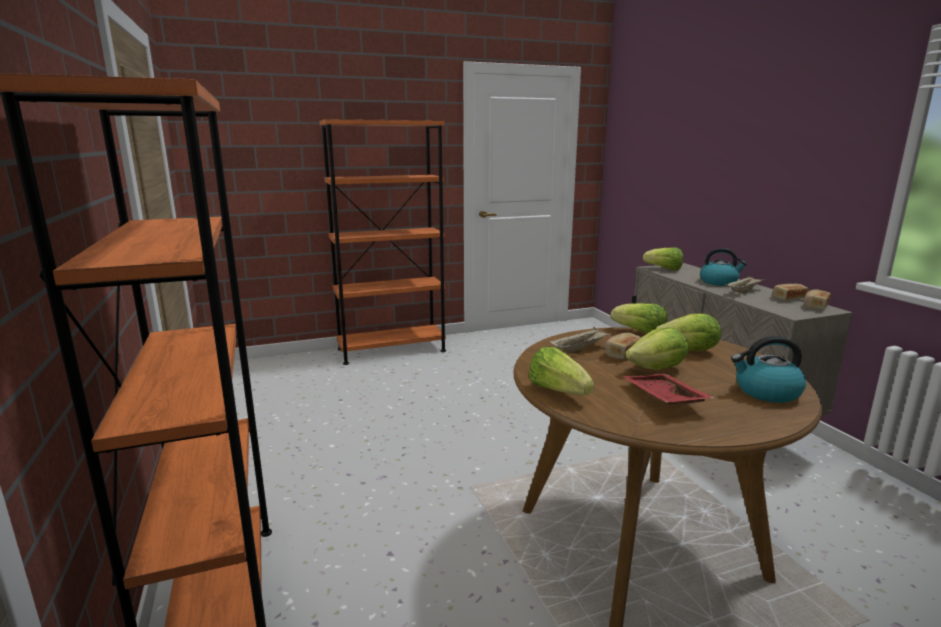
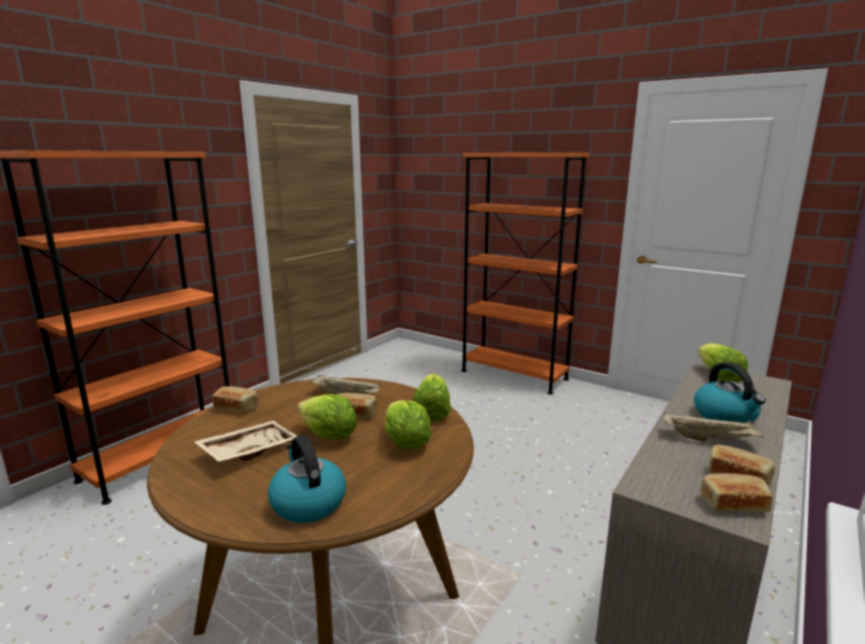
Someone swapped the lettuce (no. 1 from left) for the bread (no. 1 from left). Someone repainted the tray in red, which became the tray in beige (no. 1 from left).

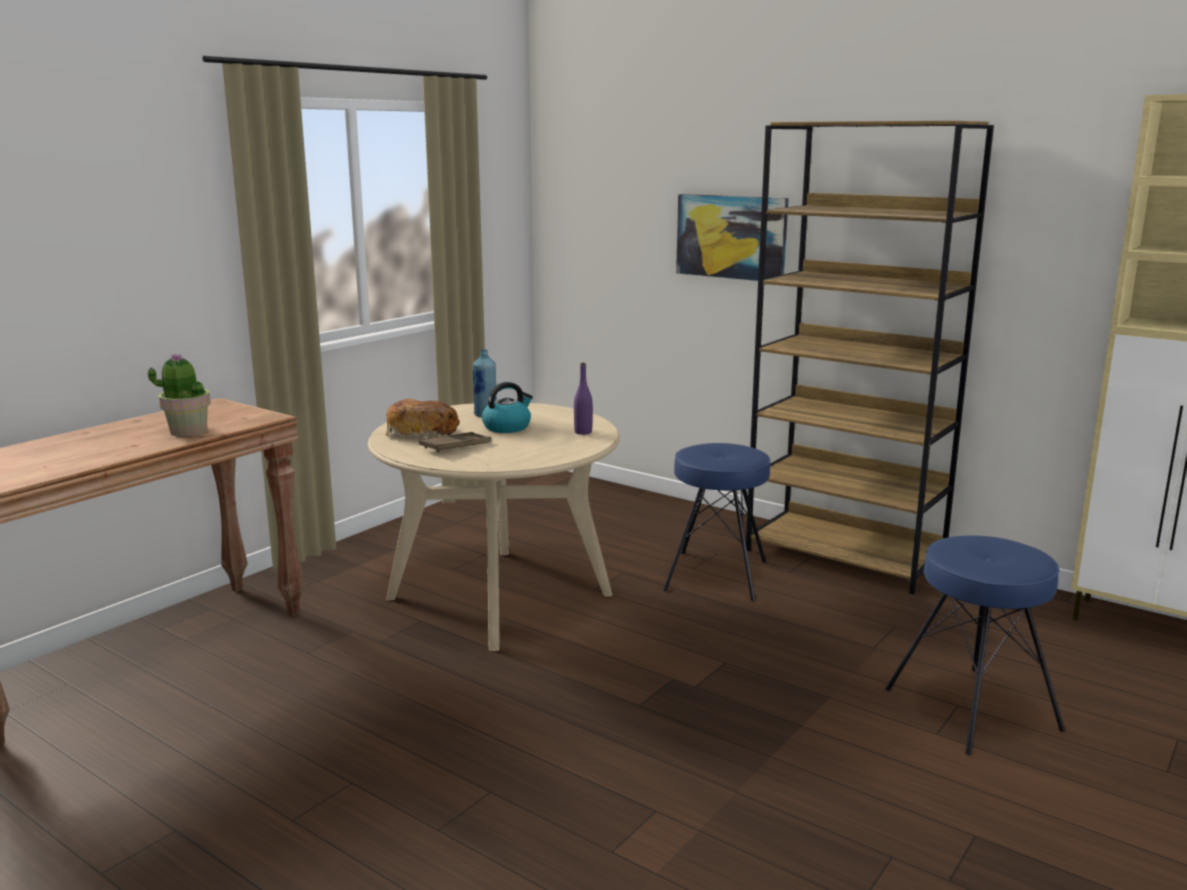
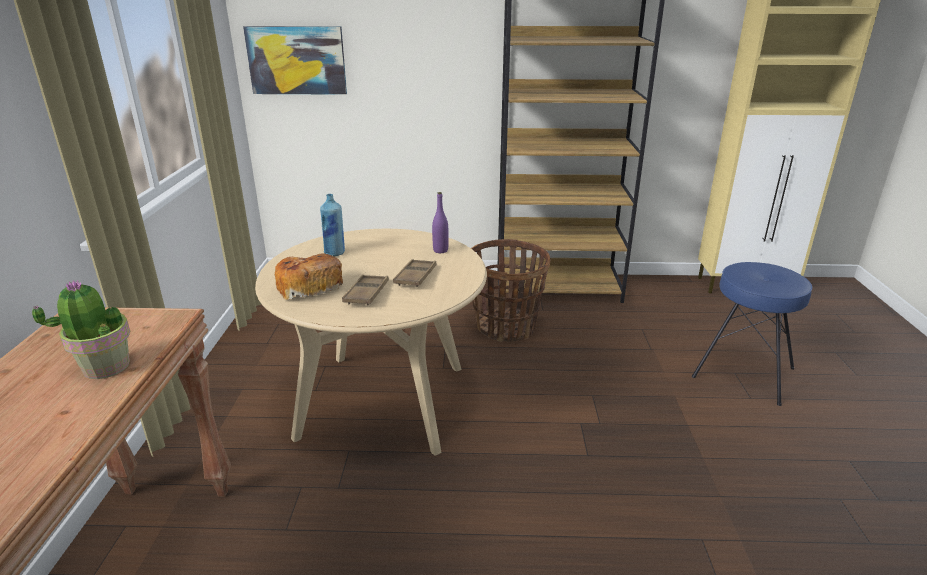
Someone took away the kettle. Someone put down the tray in brown (no. 2 from left). Someone carried the picture. Someone swapped the stool in blue (no. 1 from left) for the basket.

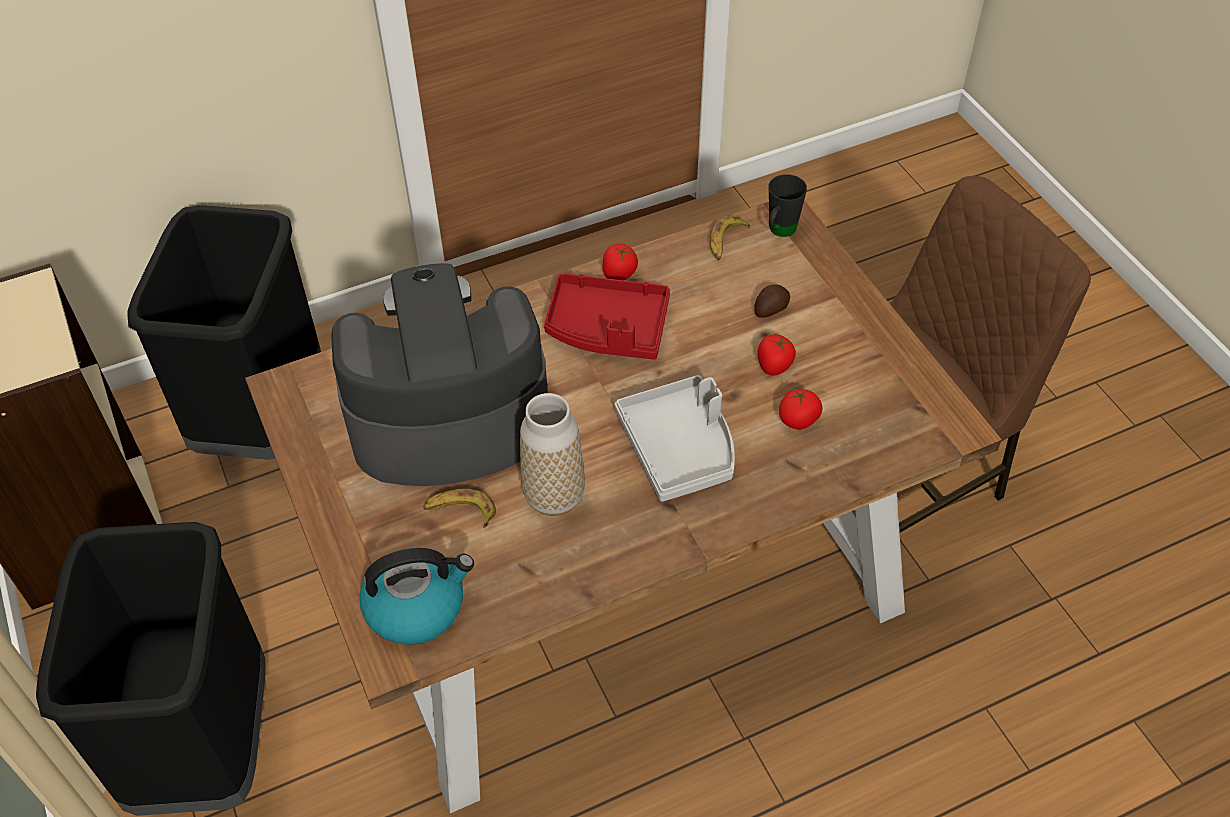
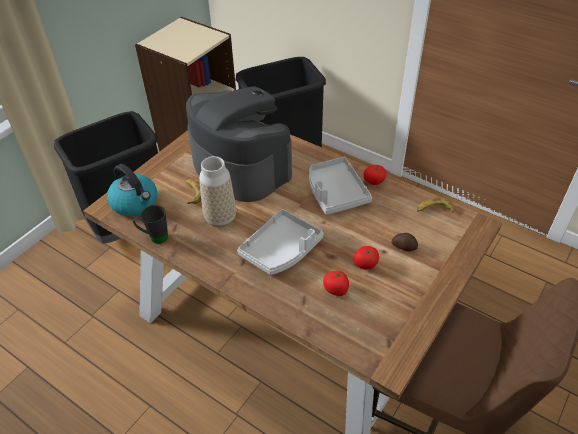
Someone carried the mug in black. Someone repainted the tray in red, which became the tray in grey (no. 2 from left).

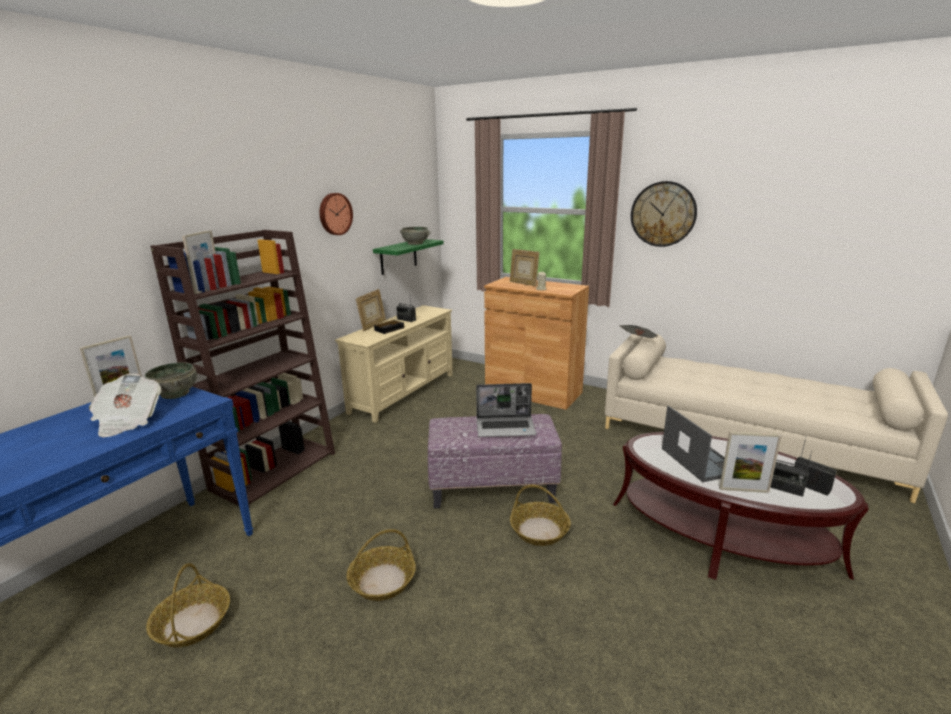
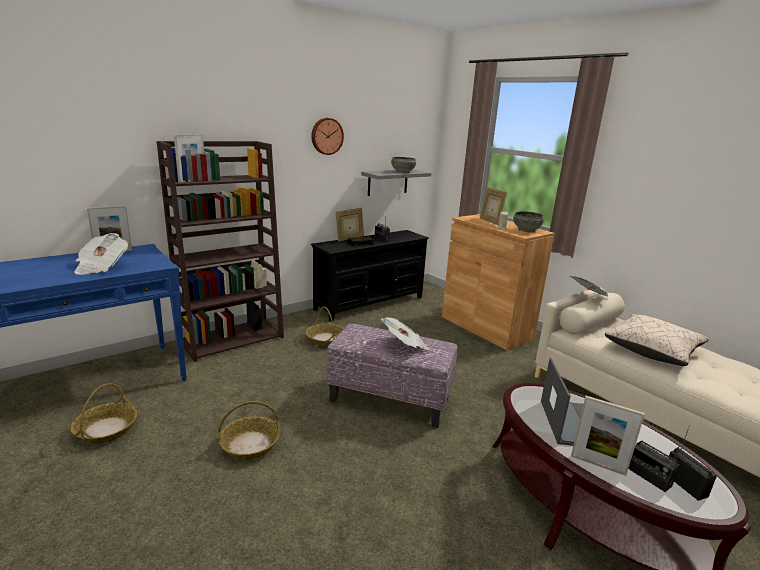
Someone took away the wall clock (no. 2 from left). Someone put down the pillow in beige. Someone carried the bowl in grey (no. 1 from left in the first image). Someone carried the basket (no. 3 from left). Someone swapped the laptop (no. 1 from left) for the newspaper (no. 2 from left). Someone repainted the tv stand in beige, which became the tv stand in black. Someone repainted the shelf in green, which became the shelf in grey.

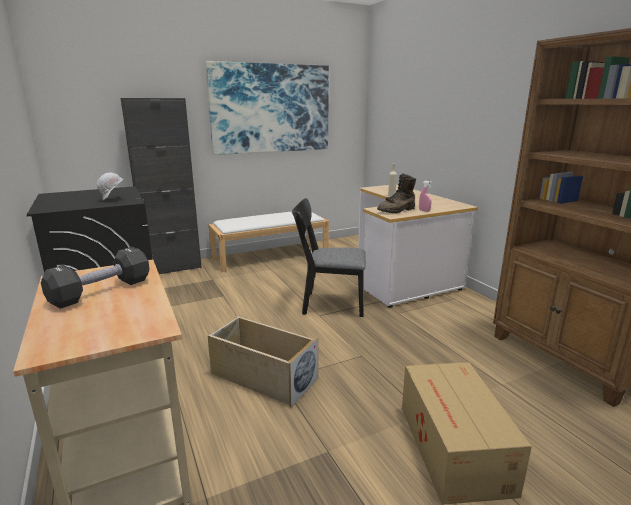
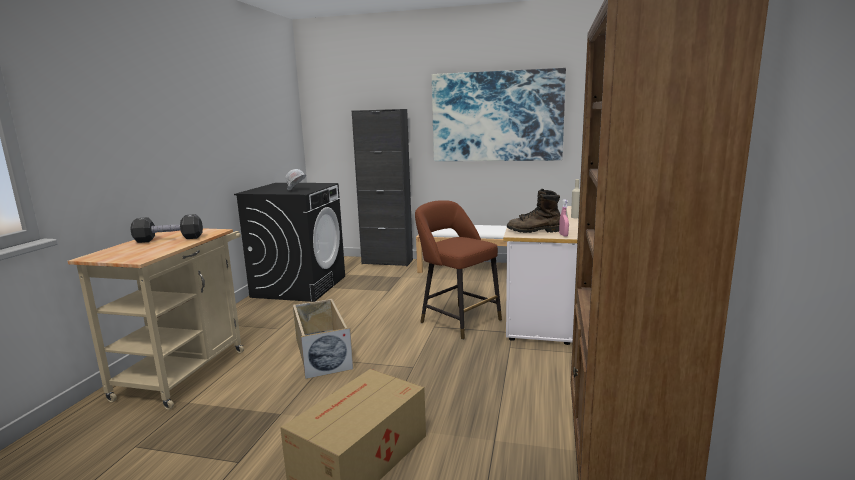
Someone swapped the chair in black for the stool in brown.

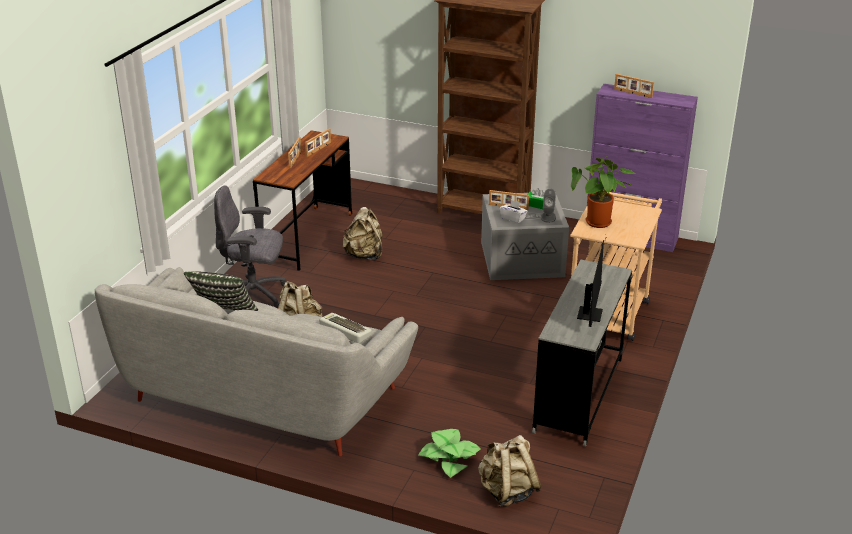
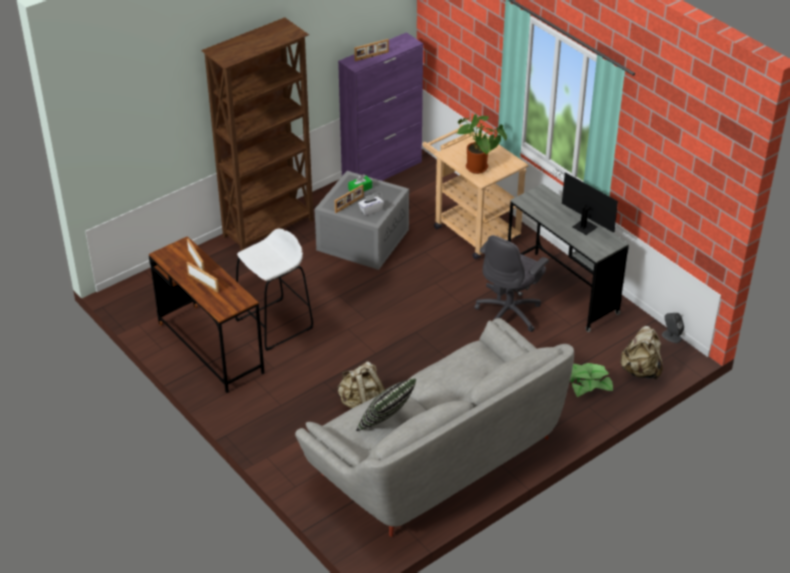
Someone took away the keyboard. Someone carried the office chair in grey. Someone carried the speaker in grey. Someone swapped the backpack in beige (no. 2 from left) for the stool in white.

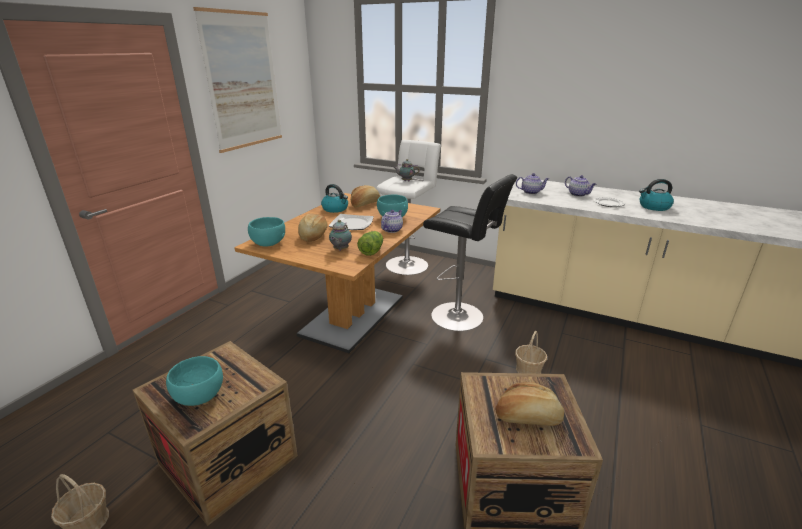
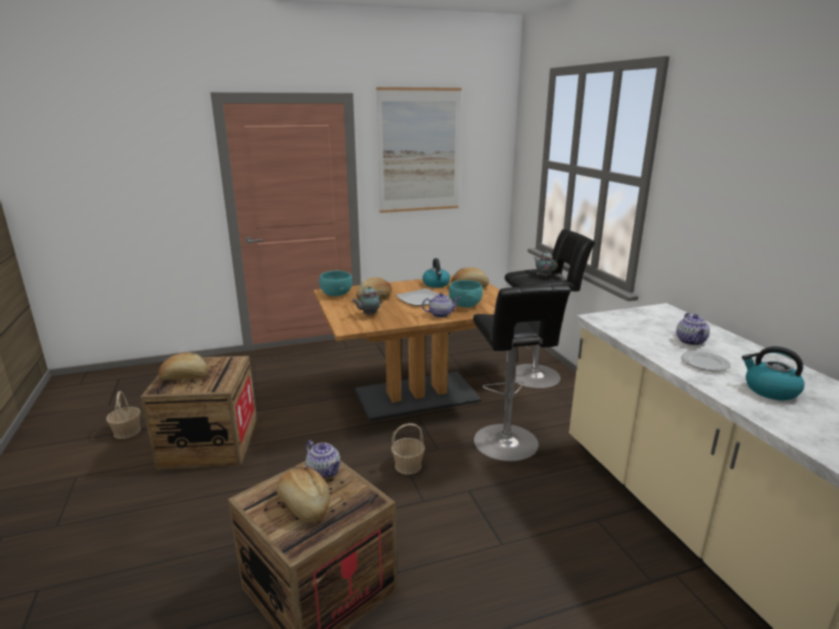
Someone took away the lettuce. Someone carried the basket (no. 2 from left). Someone carried the teapot (no. 4 from left in the first image). Someone swapped the bowl in turquoise (no. 1 from left) for the bread (no. 1 from left). Someone repainted the stool in white, which became the stool in black (no. 2 from left).

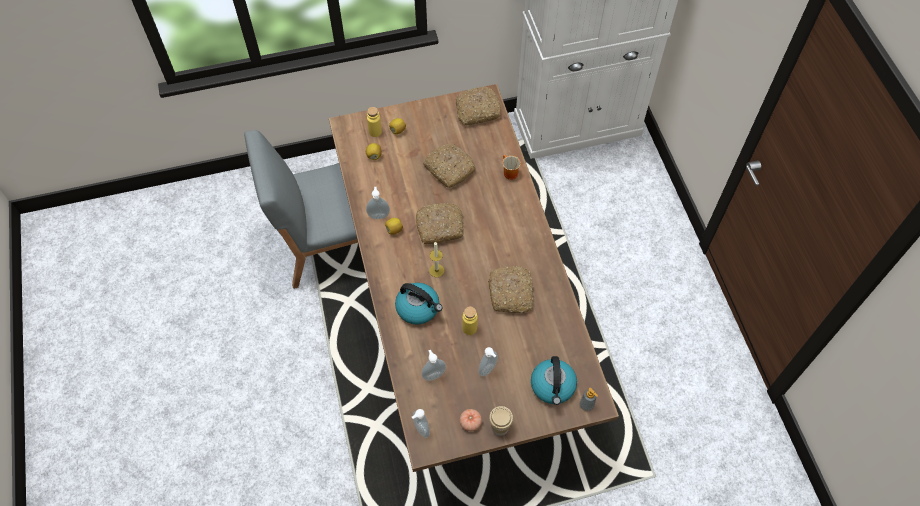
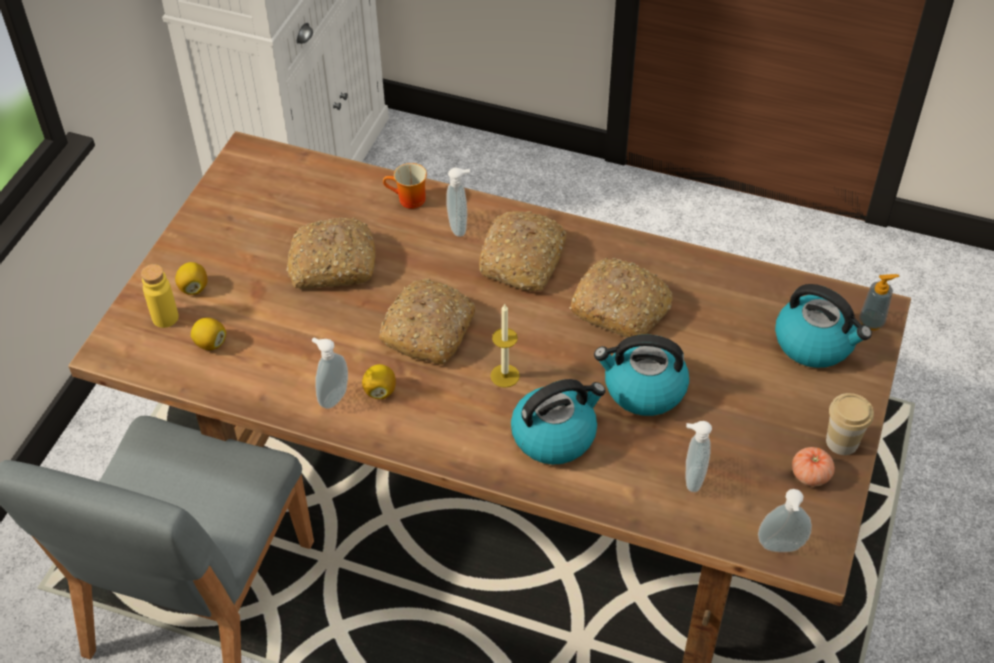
Someone carried the bread (no. 3 from left). Someone carried the soap dispenser (no. 4 from left in the first image). Someone swapped the bottle in yellow (no. 2 from left) for the kettle (no. 2 from left).

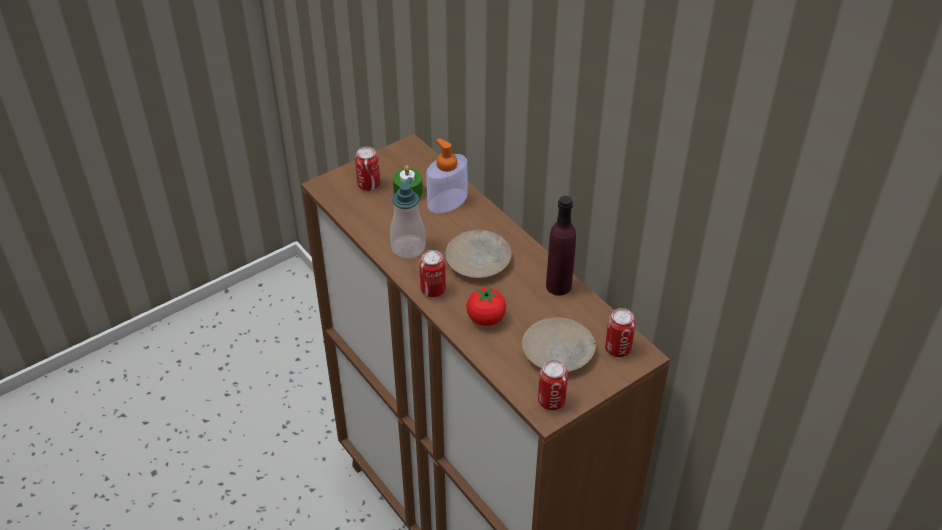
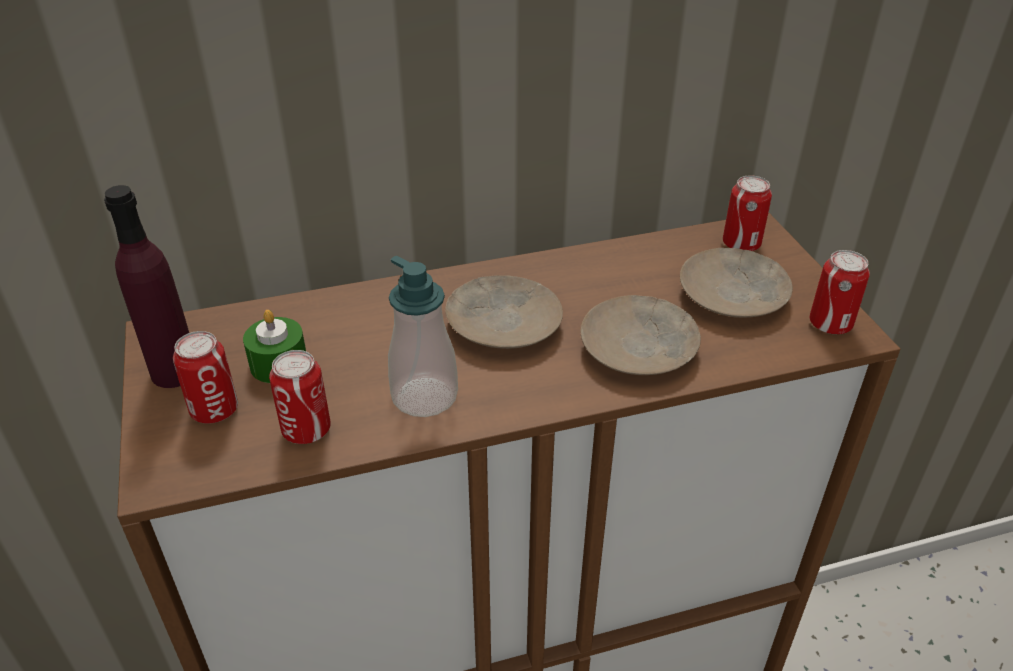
Someone took away the soap dispenser (no. 2 from left). Someone carried the can (no. 2 from left). Someone carried the bottle in purple. Someone swapped the tomato for the plate in beige (no. 2 from left).

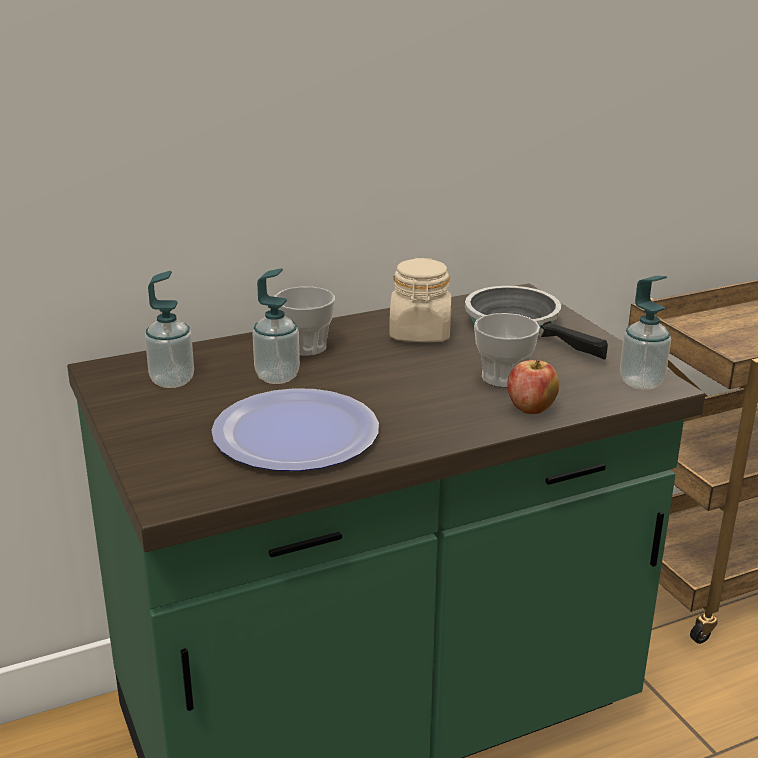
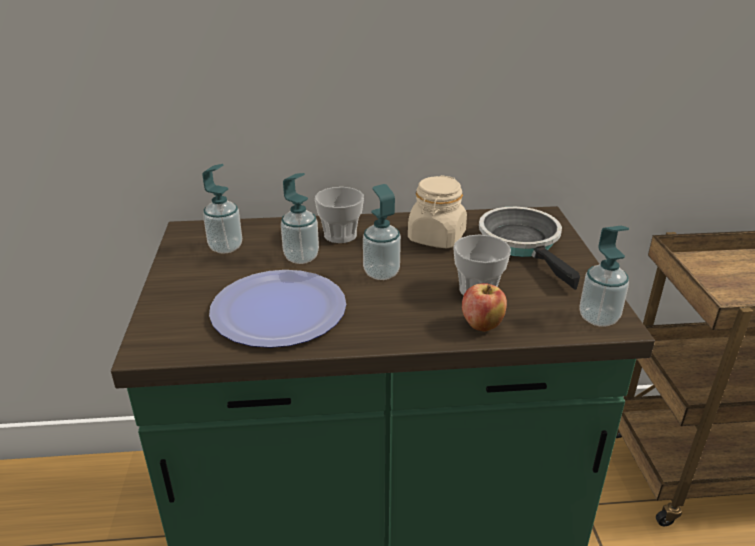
Someone put down the soap dispenser (no. 3 from left).

